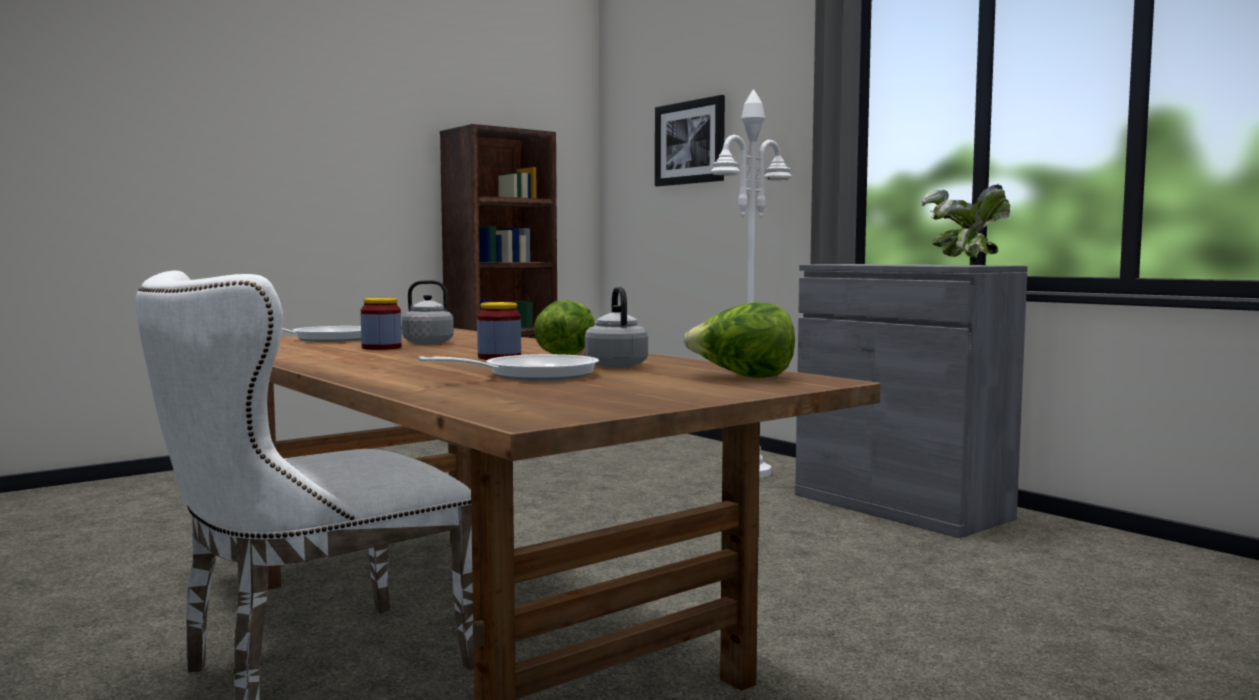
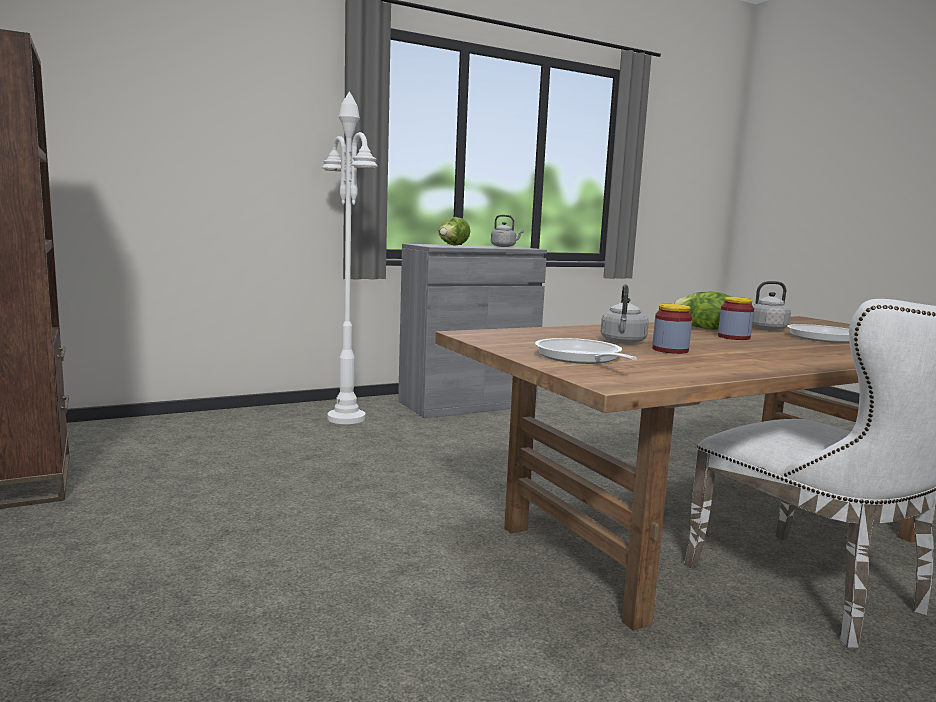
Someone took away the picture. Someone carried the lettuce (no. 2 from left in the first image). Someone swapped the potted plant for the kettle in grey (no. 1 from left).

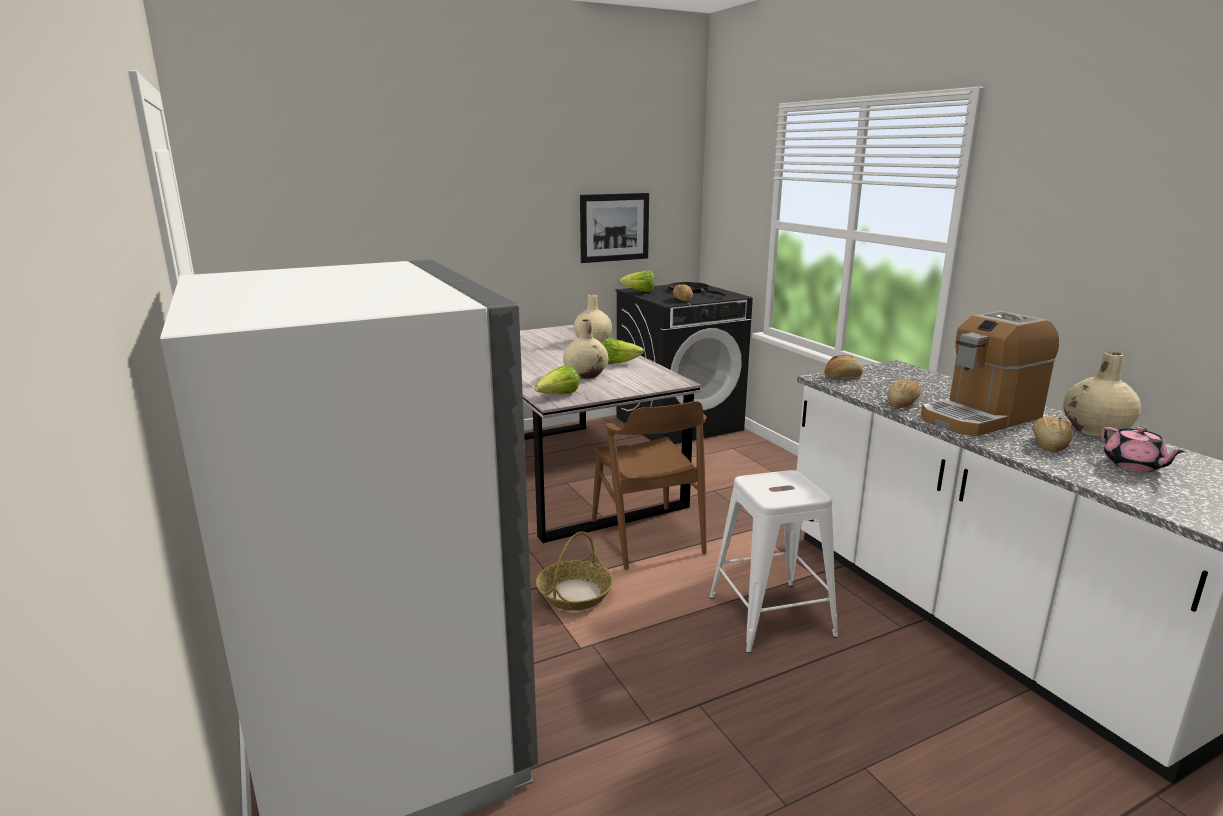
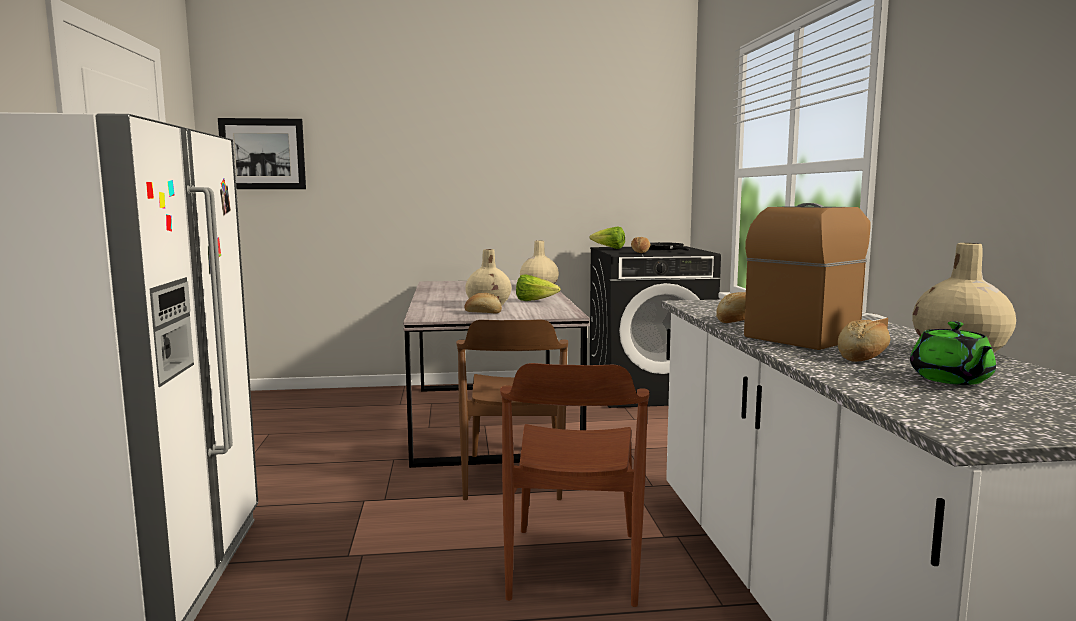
Someone took away the lettuce (no. 1 from left). Someone took away the basket. Someone carried the picture. Someone carried the bread (no. 2 from left in the first image). Someone swapped the stool in white for the chair in brown (no. 2 from left). Someone repainted the teapot in pink, which became the teapot in green. Someone rotated the coffee machine by 150 degrees clockwise.

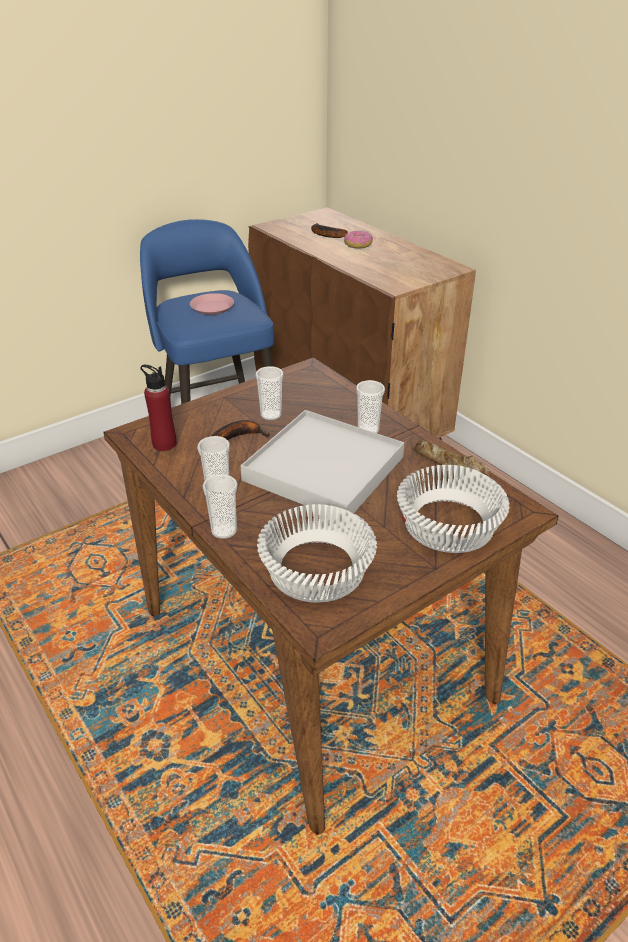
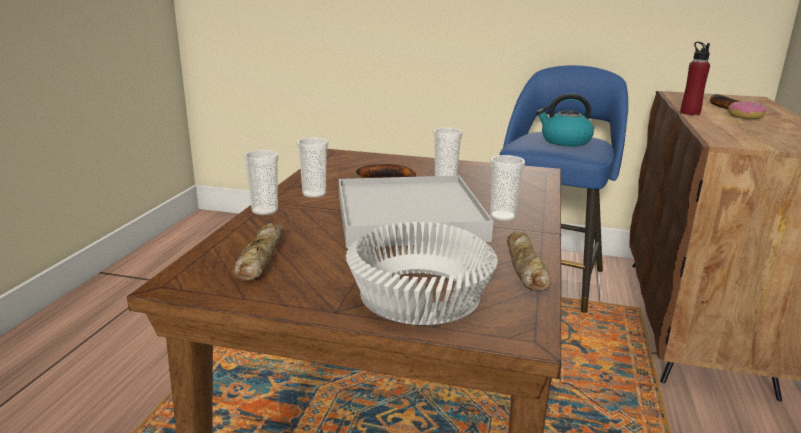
Someone carried the bottle in red. Someone swapped the plate in pink for the kettle. Someone swapped the bowl in white (no. 1 from left) for the bread (no. 1 from left).

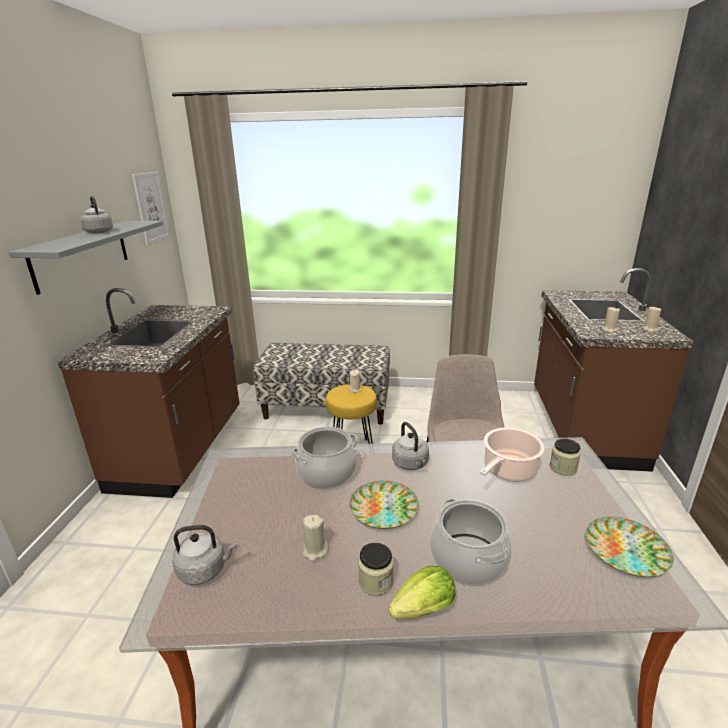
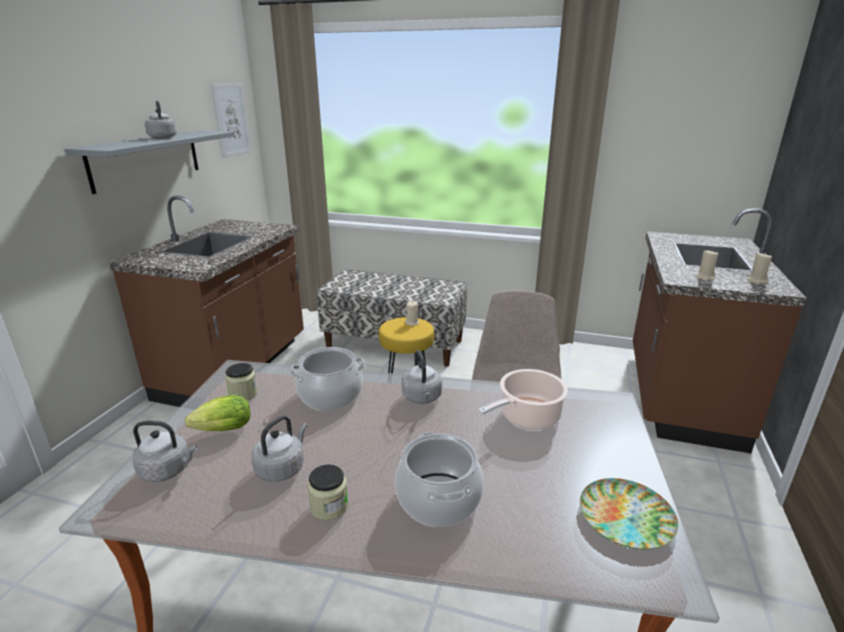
Someone took away the plate (no. 1 from left). Someone carried the lettuce. Someone carried the jar (no. 2 from left in the first image). Someone swapped the candle in beige (no. 1 from left) for the kettle in grey (no. 3 from left).

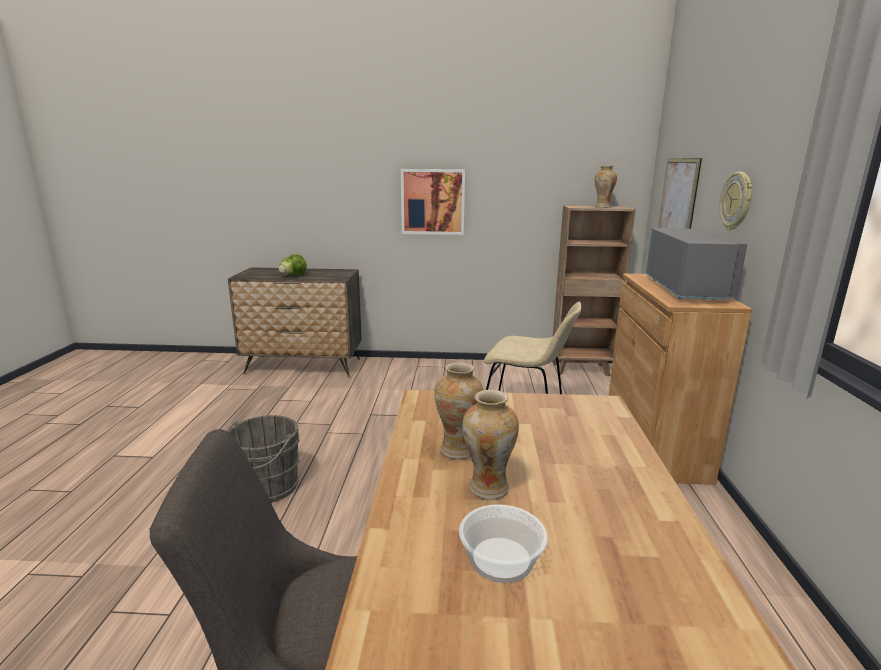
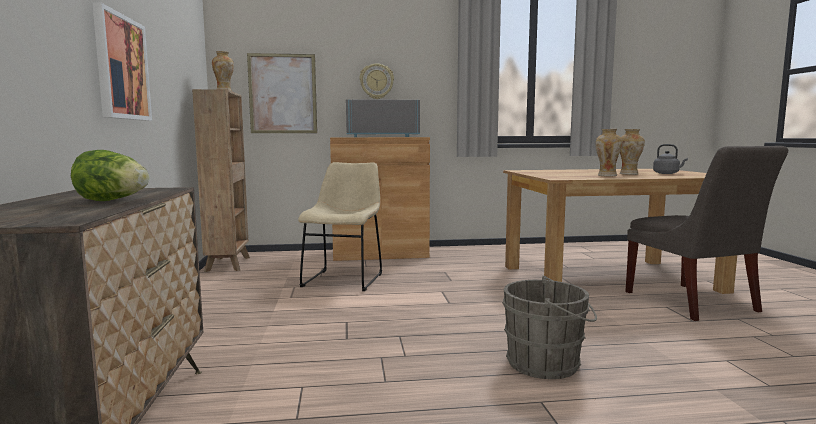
Someone swapped the bowl for the kettle in grey.

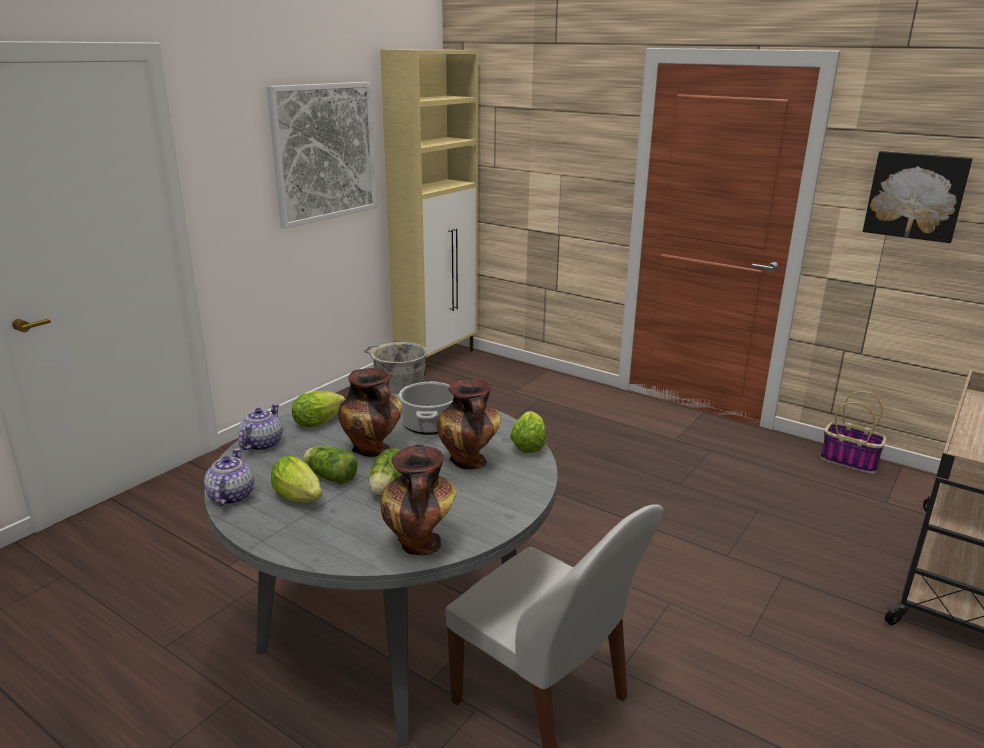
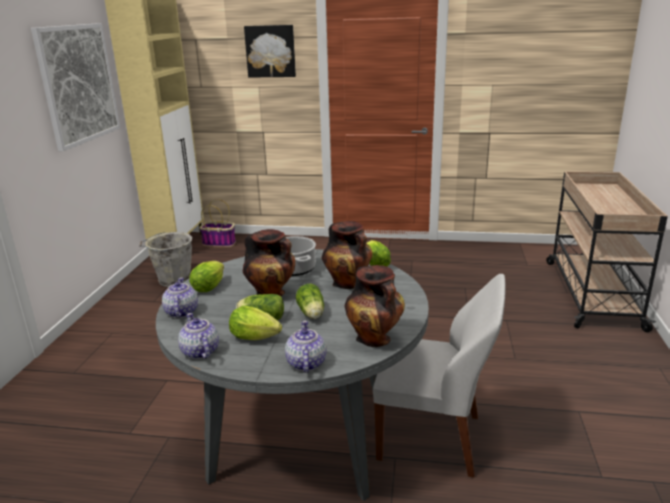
Someone put down the teapot (no. 3 from left). Someone carried the basket. Someone carried the picture (no. 2 from left).

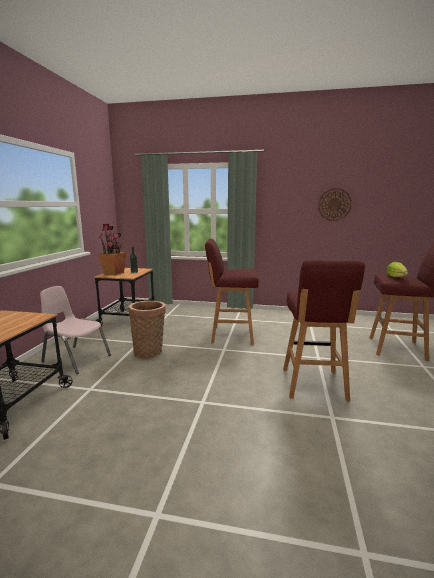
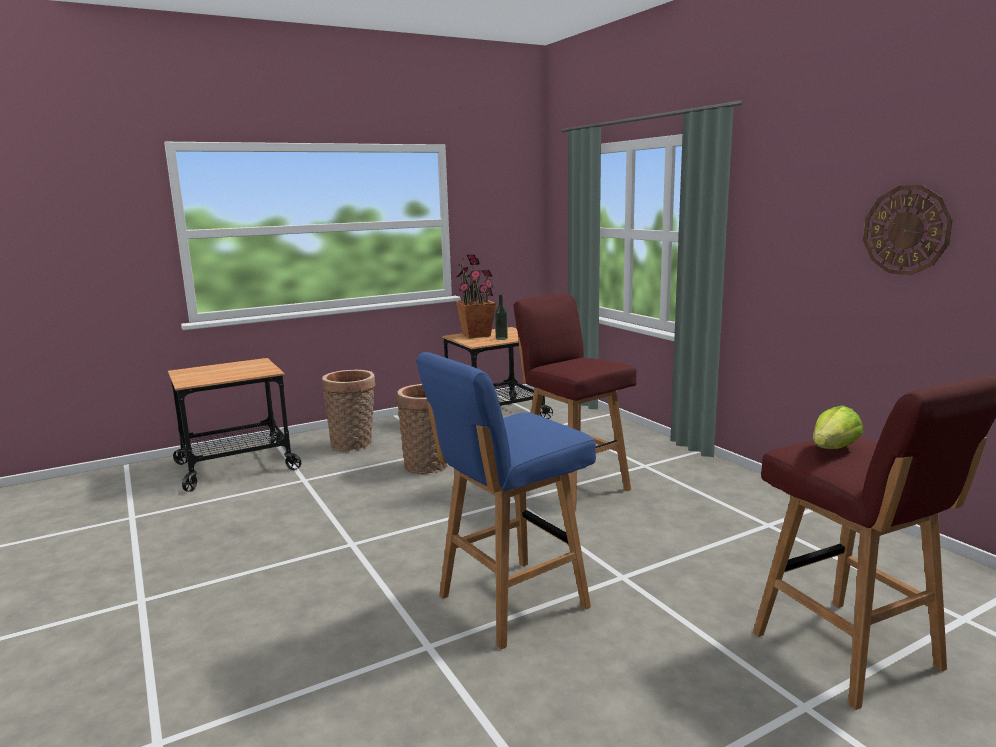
Someone swapped the chair in pink for the basket (no. 1 from left). Someone repainted the stool in red (no. 2 from left), which became the stool in blue.

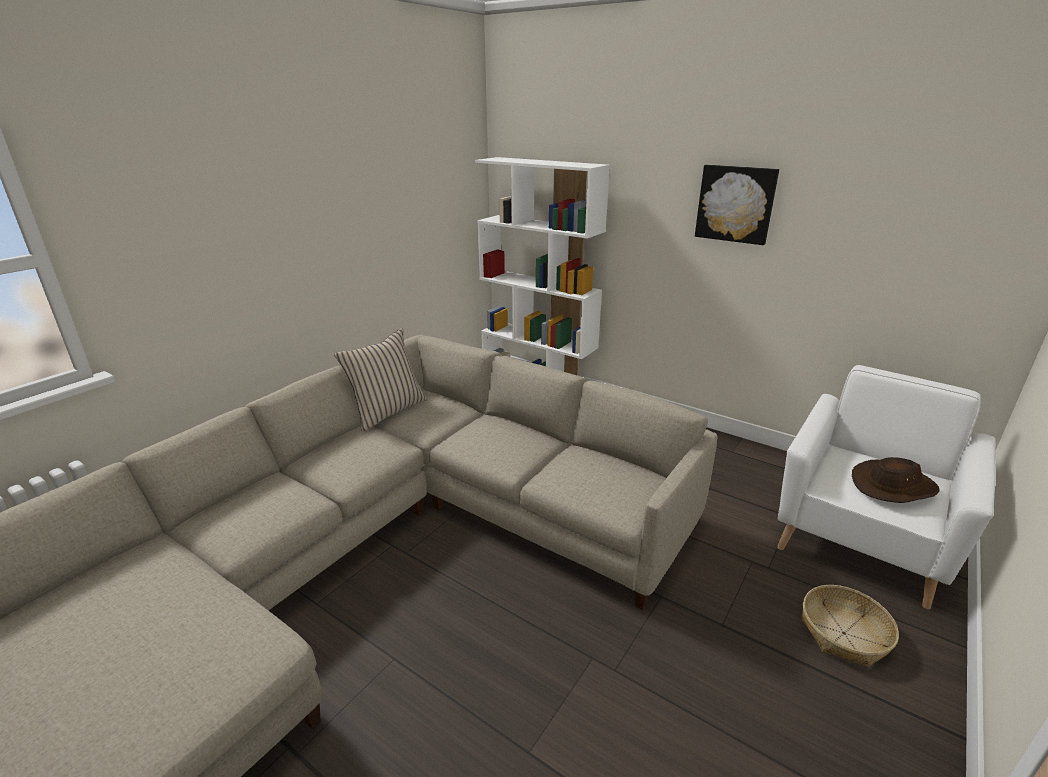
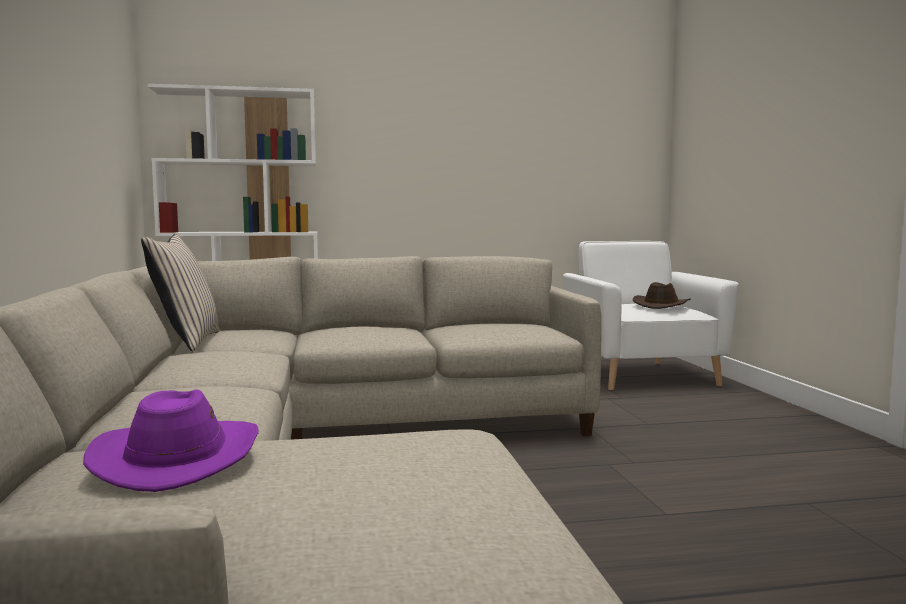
Someone took away the picture. Someone took away the basket. Someone put down the hat in purple.

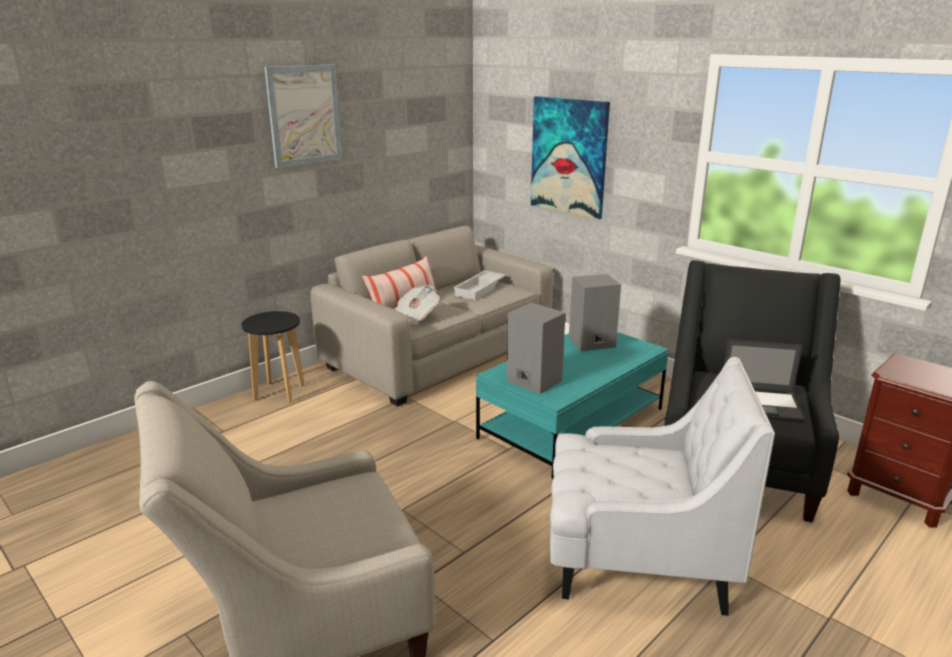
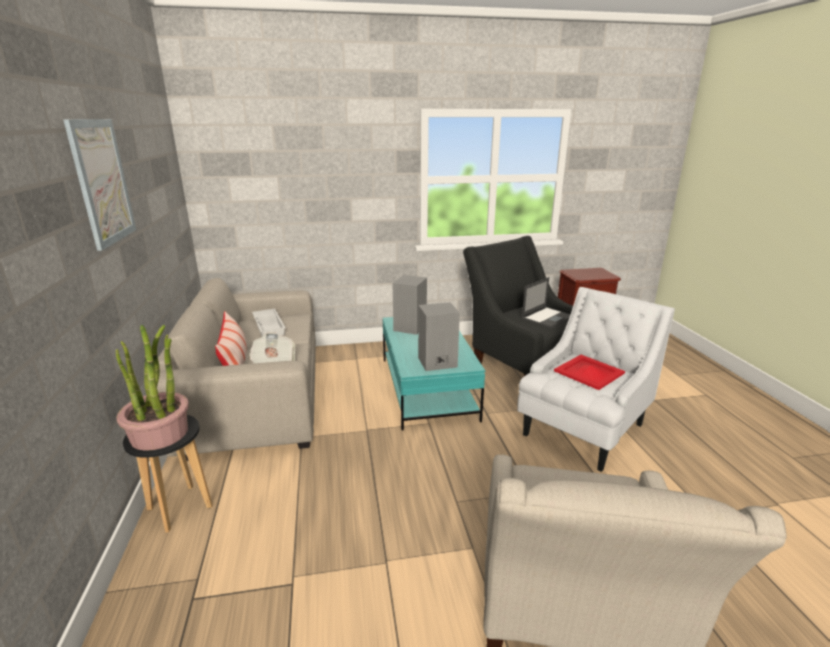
Someone took away the picture (no. 2 from left). Someone put down the potted plant. Someone put down the tray in red.

